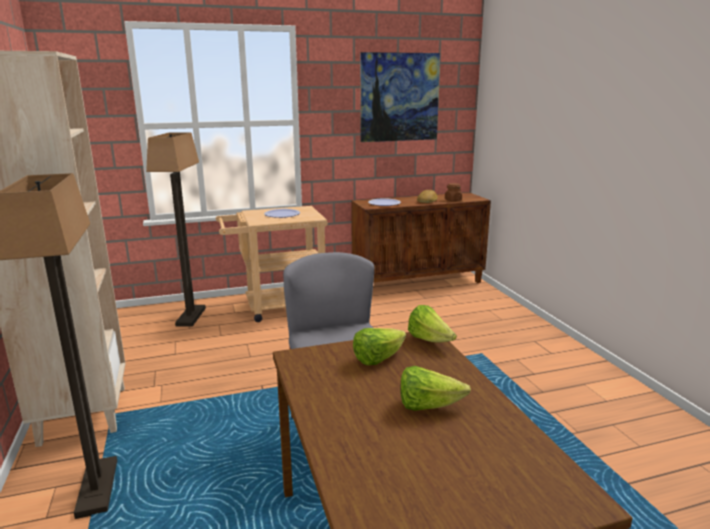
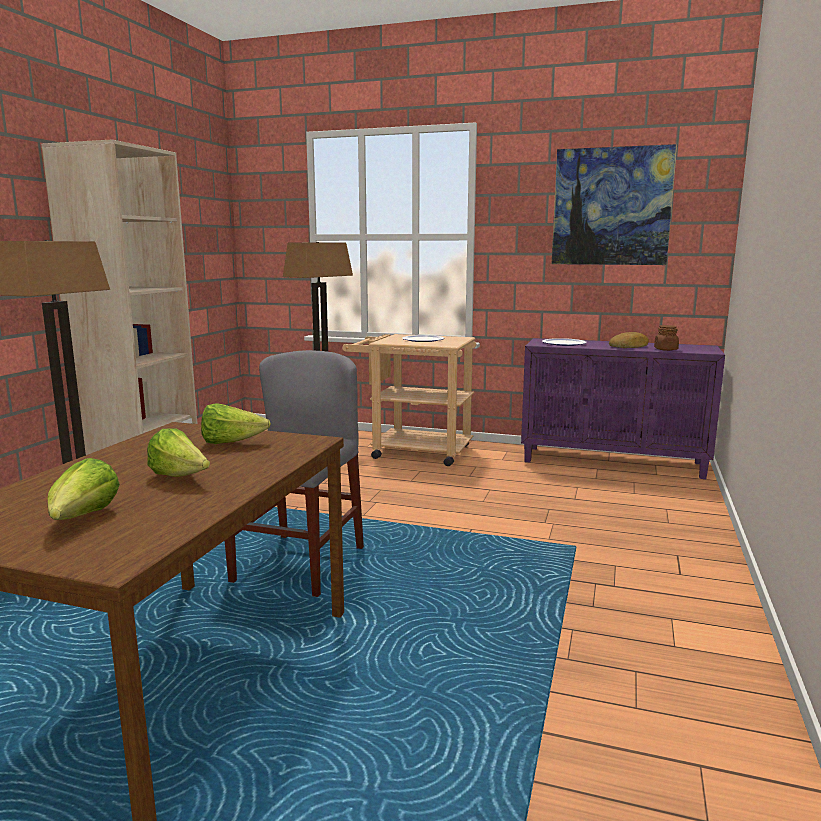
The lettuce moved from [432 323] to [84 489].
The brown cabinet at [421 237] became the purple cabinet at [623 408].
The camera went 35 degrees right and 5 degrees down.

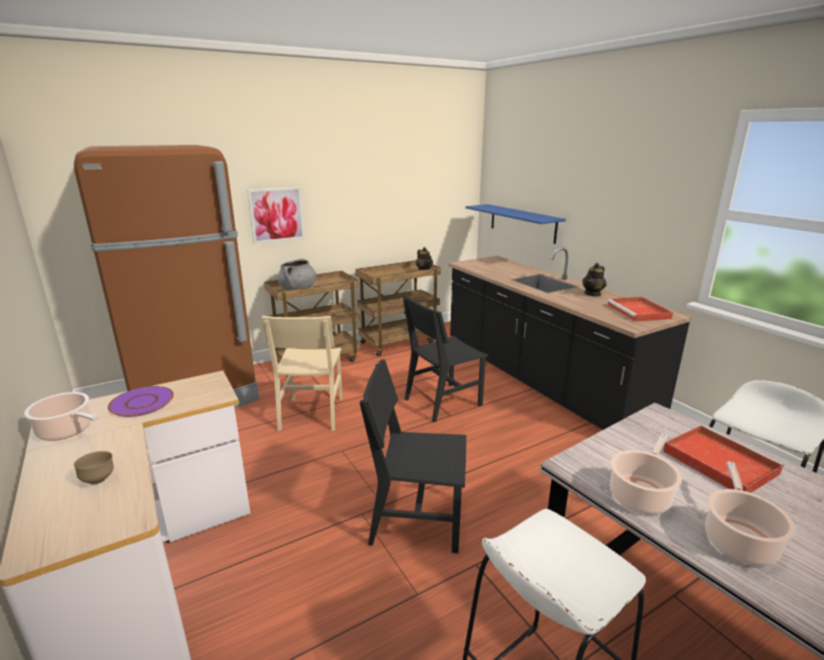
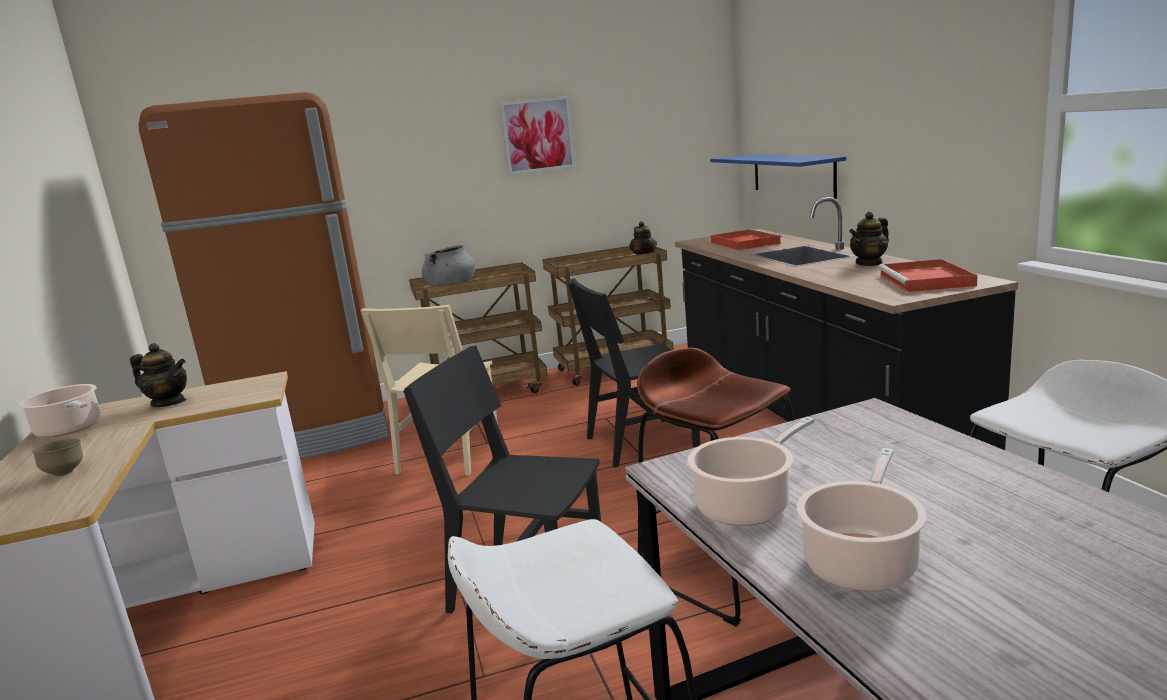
The brown stool at [716 487] appeared.
The picture moved from [276 215] to [538 135].
The red tray moved from [723 459] to [746 239].
The purple plate at [141 401] was replaced by the teapot at [158 375].
The camera went 15 degrees right and 5 degrees down.

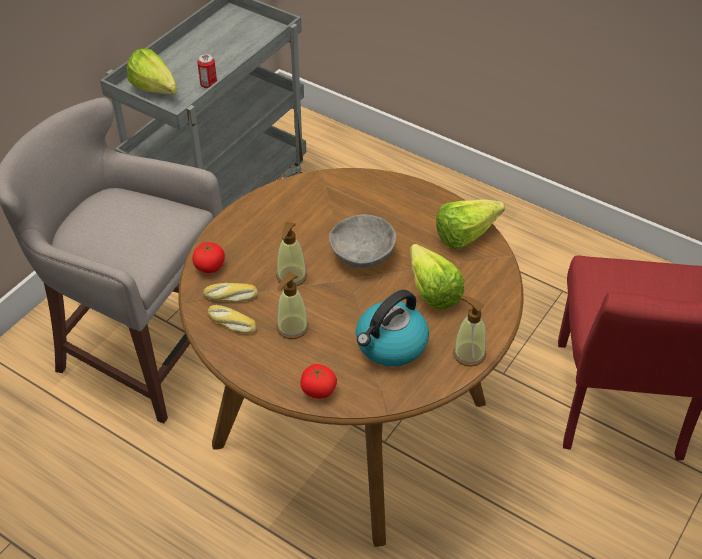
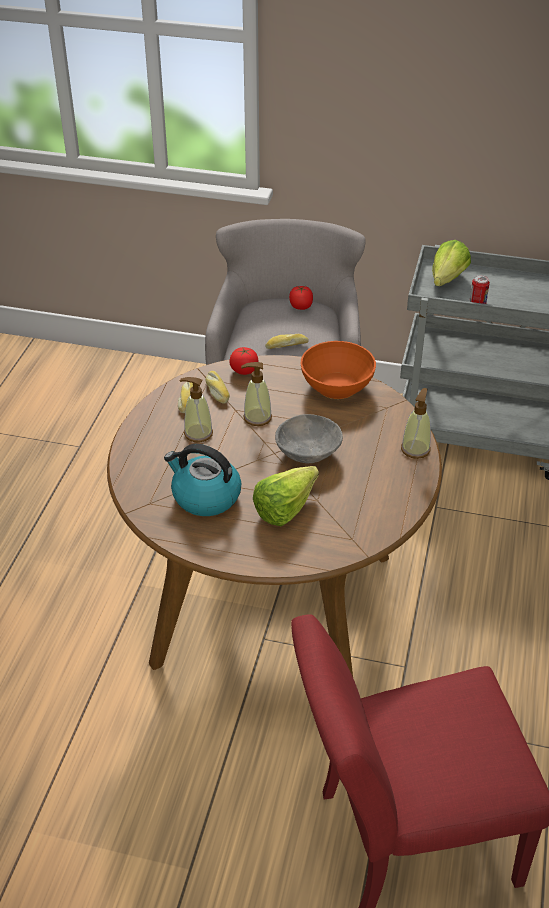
The lettuce at [470 224] disappeared.
The bread at [287 341] appeared.
The orange bowl at [338 370] appeared.
The tomato moved from [318 381] to [301 298].
The soap dispenser moved from [469 331] to [416 423].
The camera went 70 degrees right and 5 degrees down.

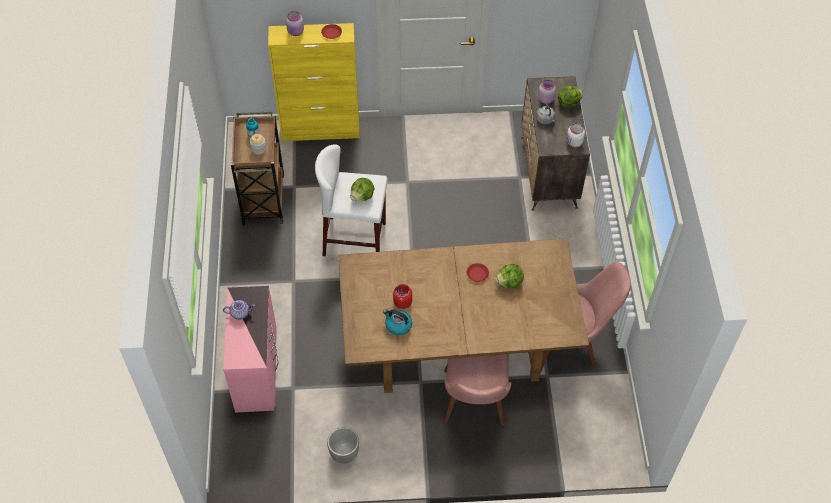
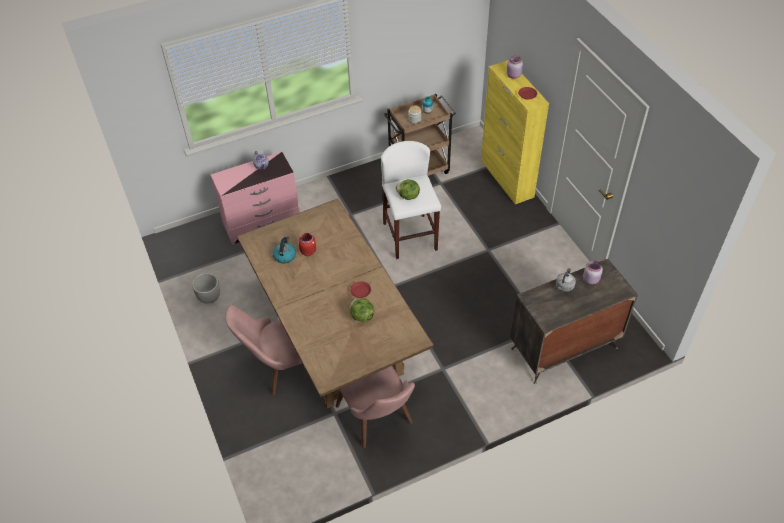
The lettuce at [571 97] disappeared.
The white jar at [575 135] disappeared.
The camera went 70 degrees right and 5 degrees down.

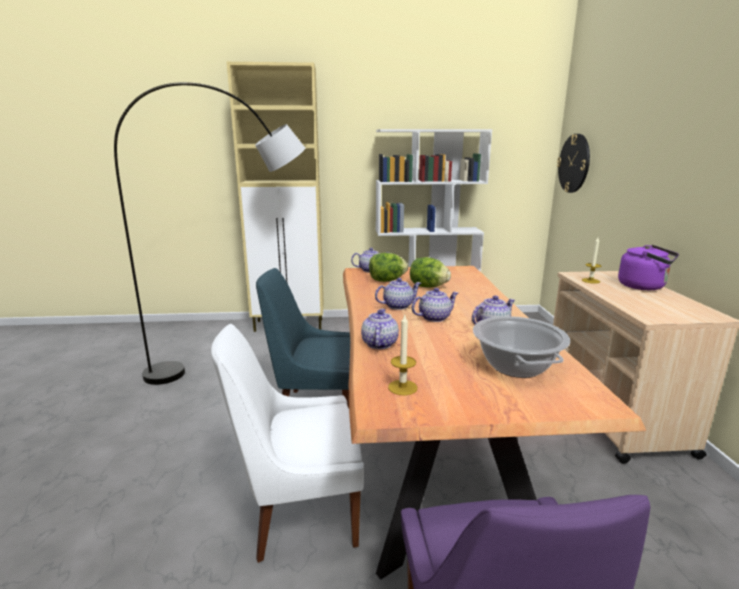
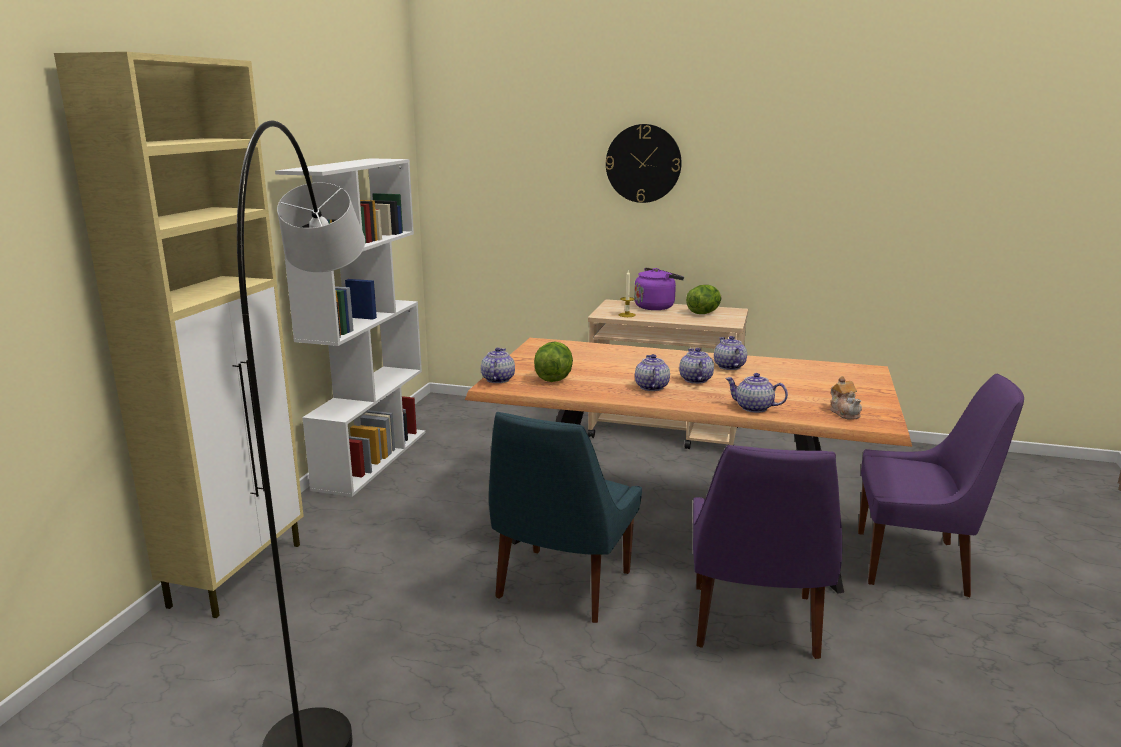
The cooking pot at [521 347] disappeared.
The lettuce moved from [430 272] to [703 299].
The wall clock moved from [573 163] to [644 163].
The candle at [402 355] was replaced by the teapot at [846 398].
The white chair at [287 443] became the purple chair at [767 552].
The camera went 70 degrees left and 0 degrees up.

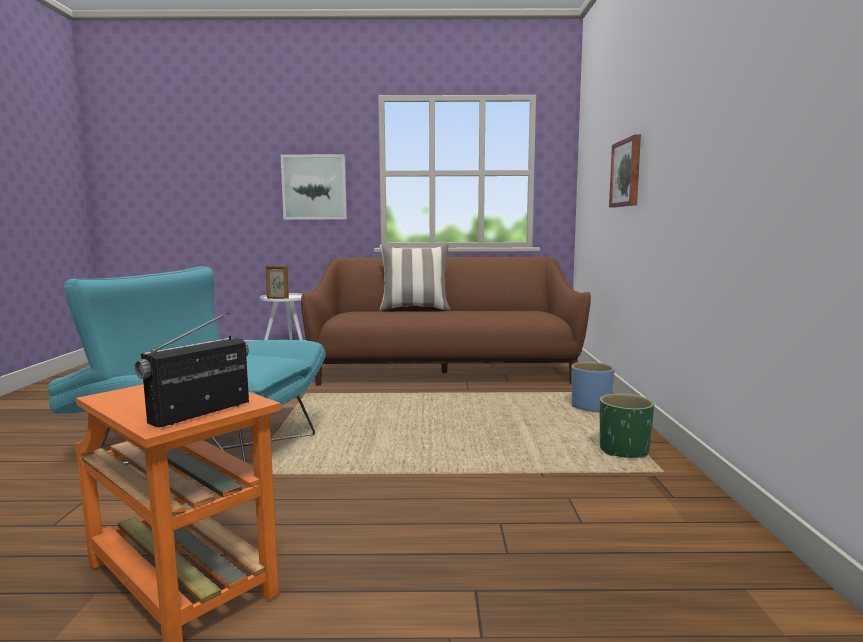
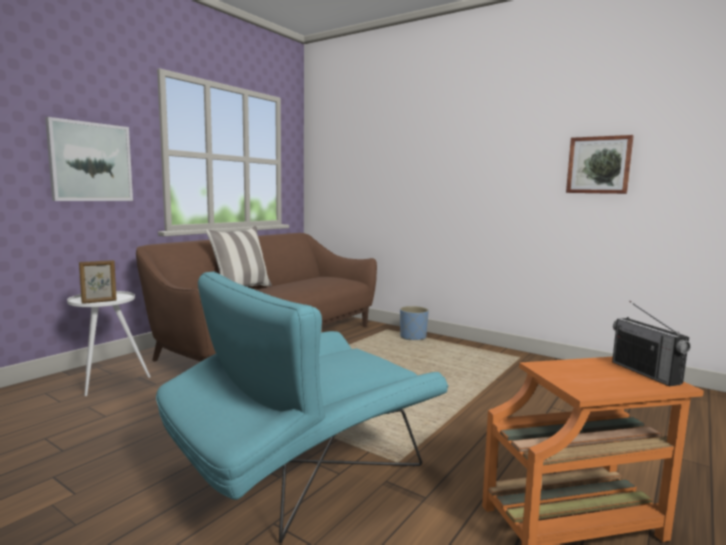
The green planter at [627 425] disappeared.
The picture moved from [625 171] to [600 164].
The camera went 55 degrees left and 0 degrees up.

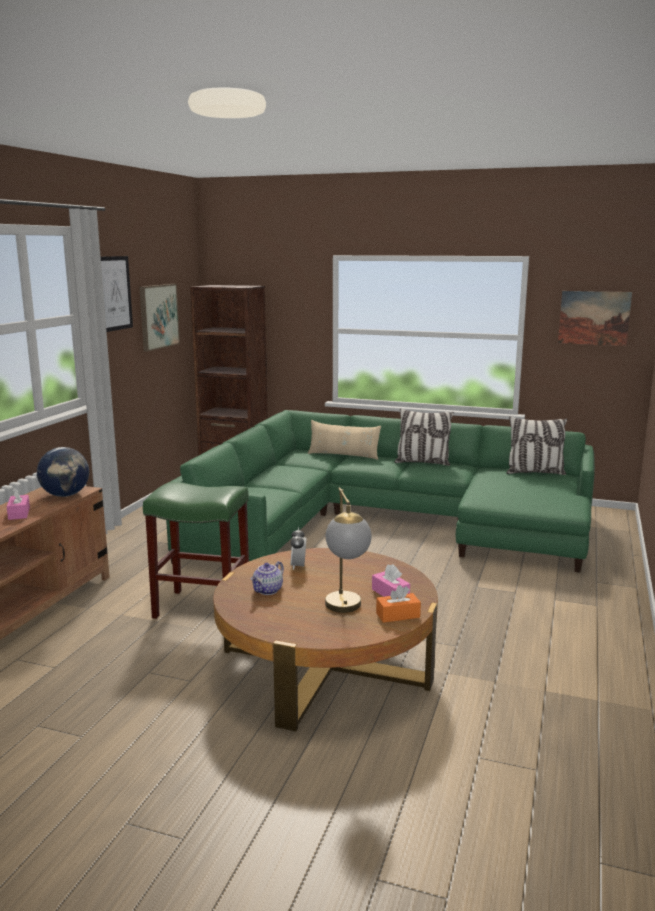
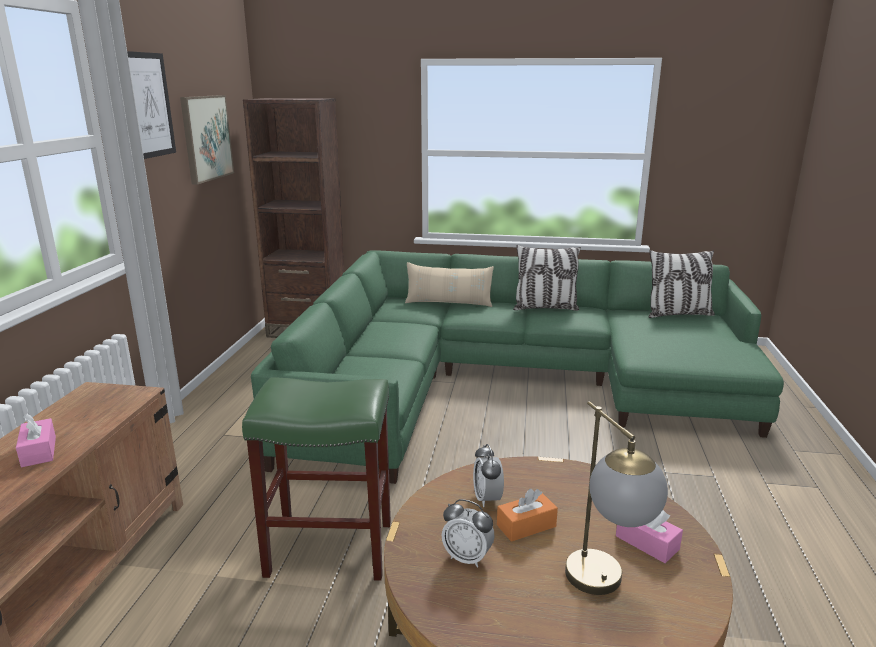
The globe at [63 472] disappeared.
The picture at [595 318] disappeared.
The orange tissue box moved from [398 604] to [527 515].
The teapot at [267 578] was replaced by the alarm clock at [468 533].
The camera went 10 degrees left and 5 degrees up.

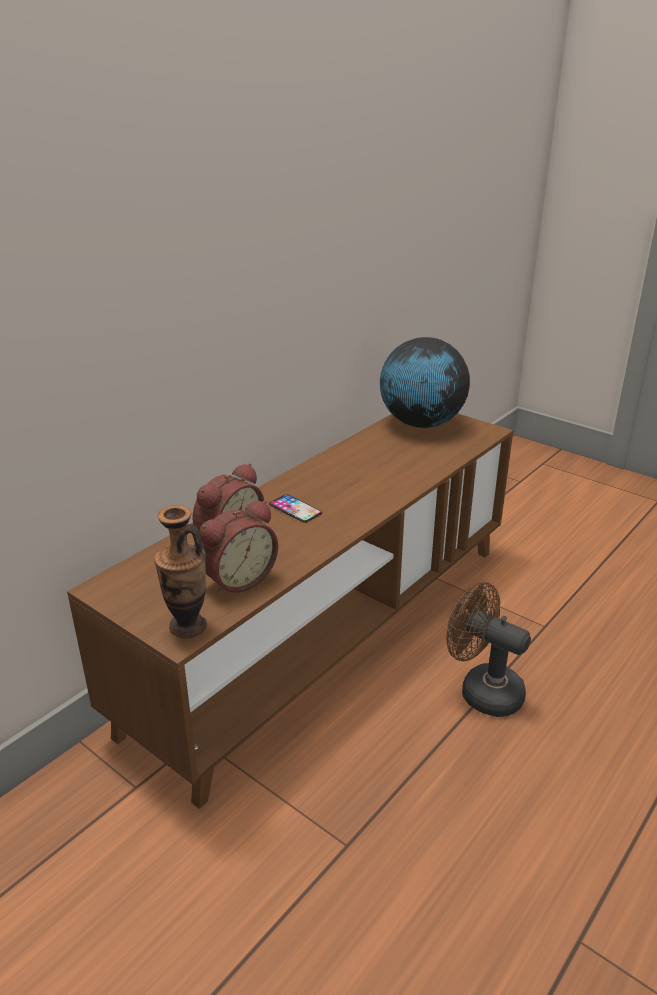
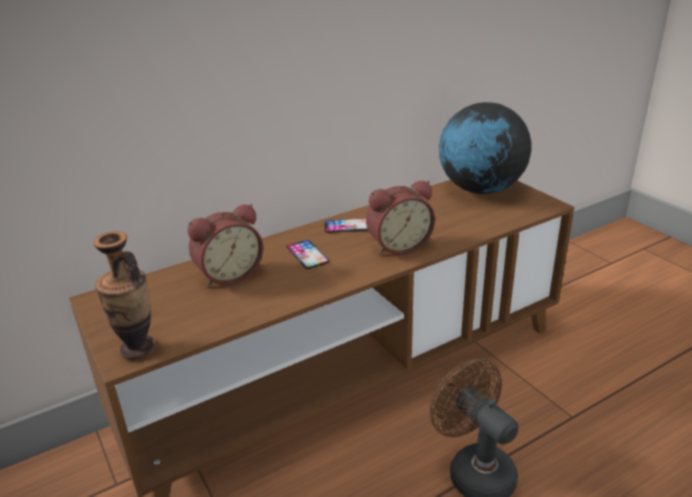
The phone at [346 225] appeared.
The alarm clock moved from [238 548] to [400 218].
The camera went 20 degrees right and 0 degrees up.

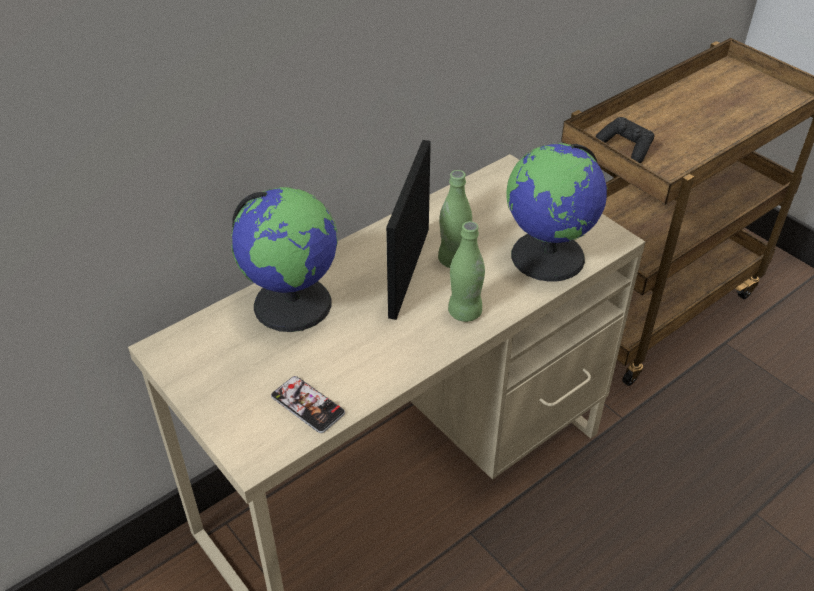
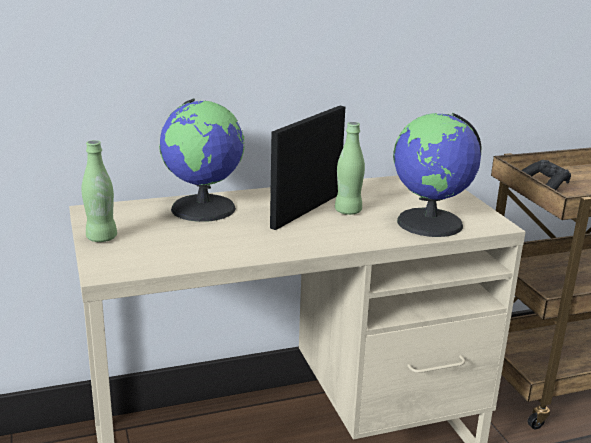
The phone at [308 404] disappeared.
The green bottle moved from [466 271] to [99 191].
The camera went 20 degrees right and 20 degrees down.

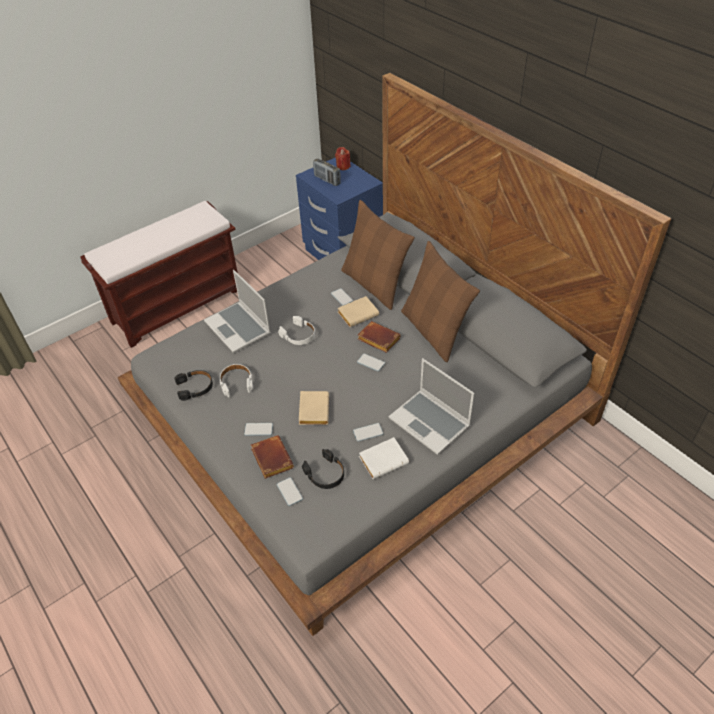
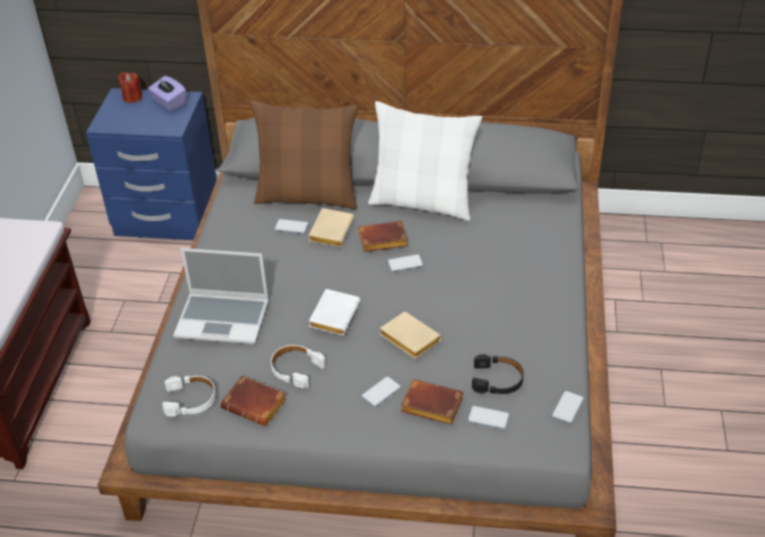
The radio at [327 172] disappeared.
The laptop at [431 406] disappeared.
The purple tissue box at [167 93] appeared.
The white headphones moved from [296 330] to [189 396].
The phone moved from [368 432] to [568 407].
The white book moved from [384 458] to [334 312].
The black headphones at [194 385] was replaced by the brown book at [253 401].
The brown pillow at [440 301] became the white pillow at [425 161].
The camera went 45 degrees left and 5 degrees down.

